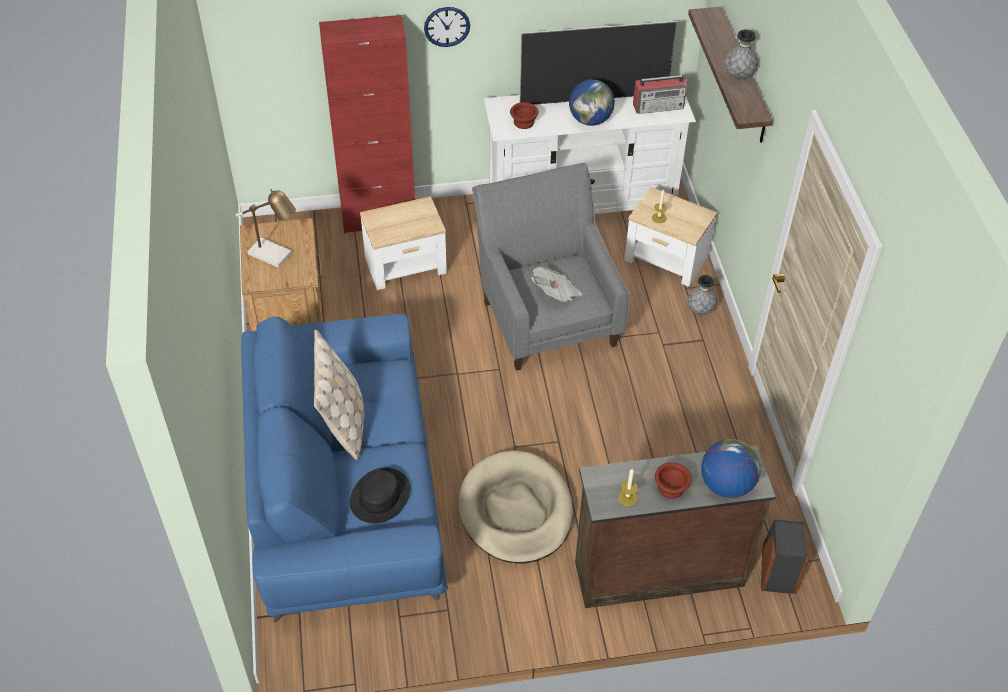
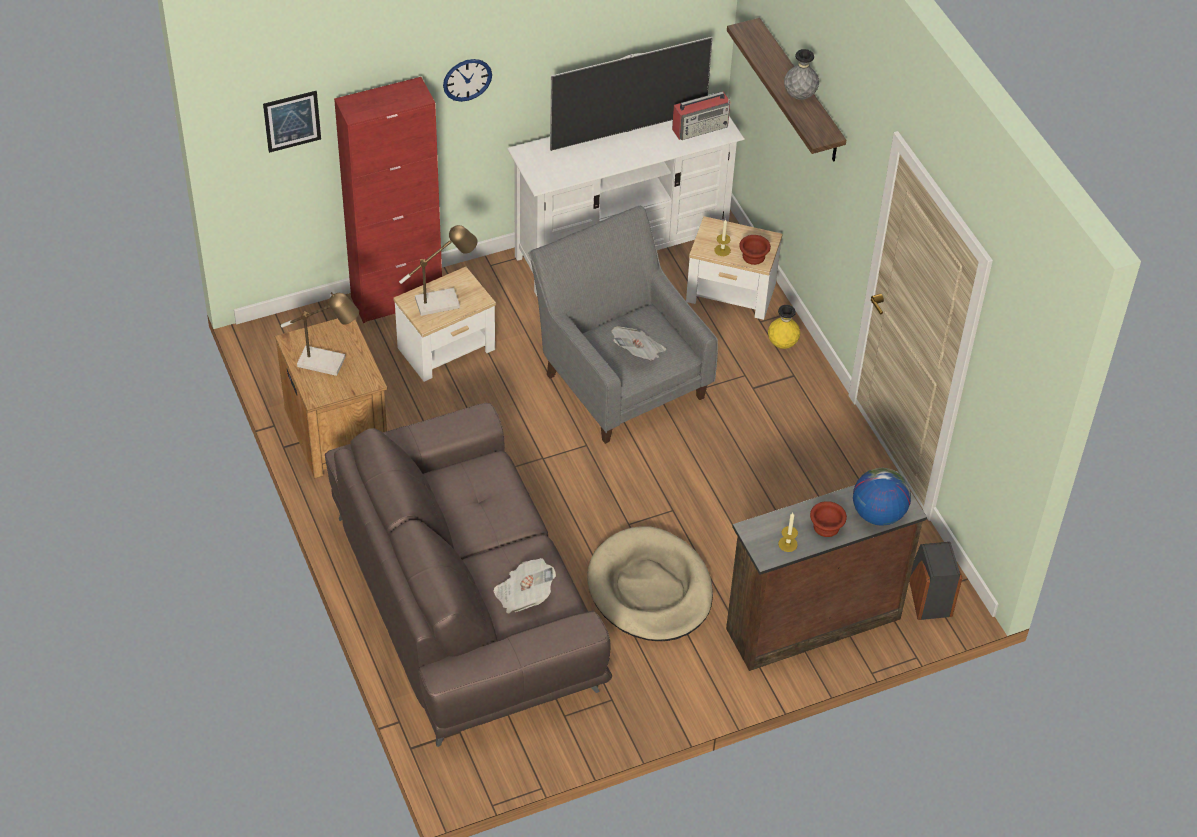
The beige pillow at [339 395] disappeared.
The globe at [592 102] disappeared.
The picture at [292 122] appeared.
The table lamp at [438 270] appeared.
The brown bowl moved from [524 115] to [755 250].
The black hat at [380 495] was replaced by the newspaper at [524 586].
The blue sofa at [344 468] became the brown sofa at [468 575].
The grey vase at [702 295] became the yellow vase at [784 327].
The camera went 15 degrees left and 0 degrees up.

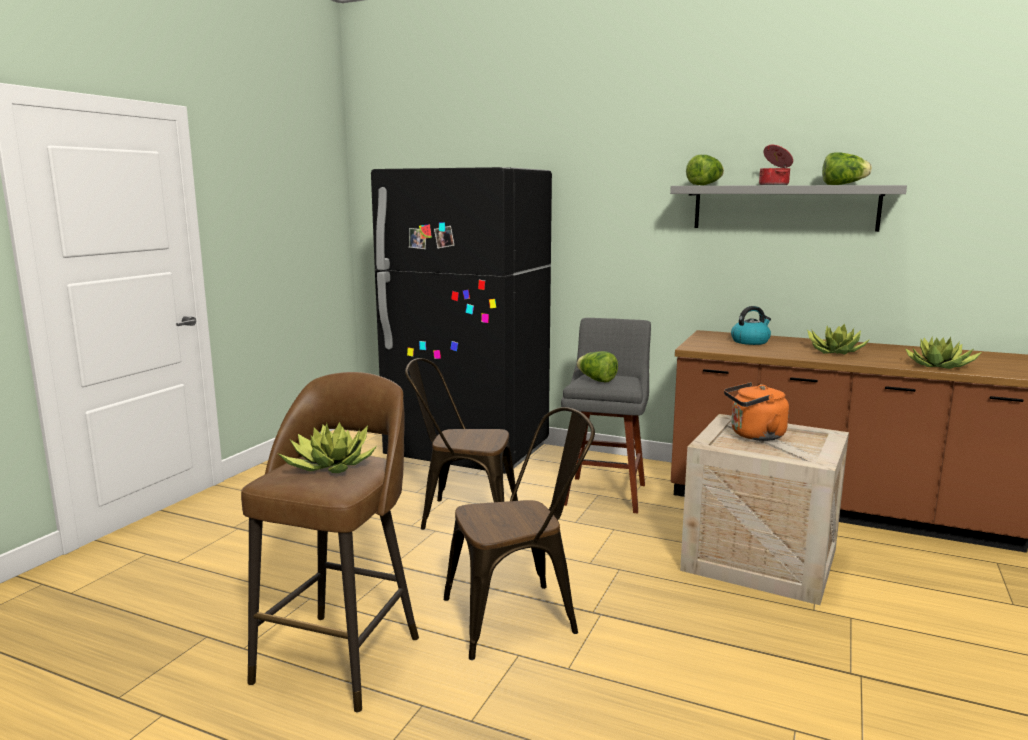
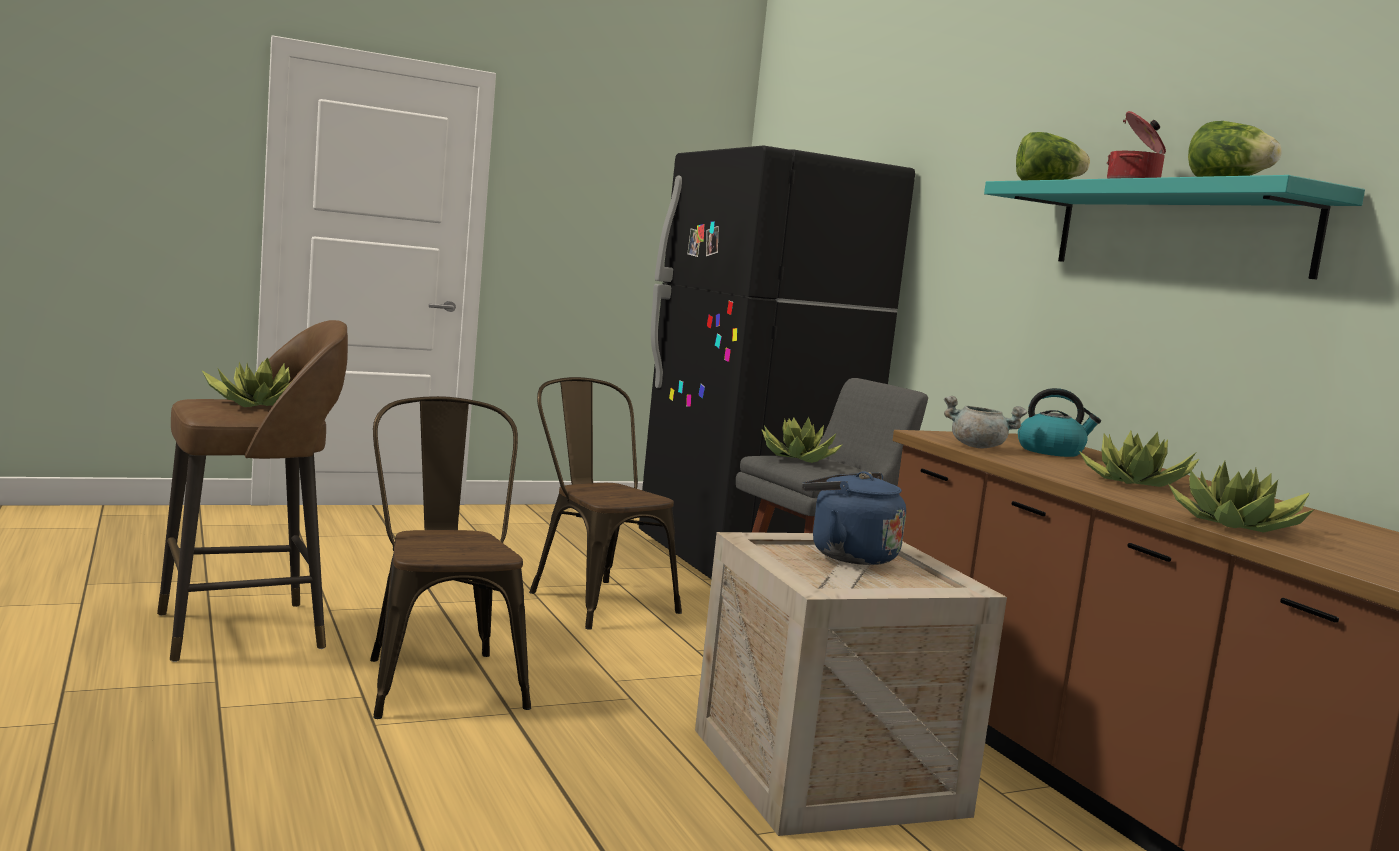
The grey cooking pot at [985 422] appeared.
The lettuce at [597 367] was replaced by the potted plant at [802 440].
The grey shelf at [788 208] became the turquoise shelf at [1174 227].
The orange kettle at [756 411] became the blue kettle at [854 518].
The brown chair at [519 533] turned 135 degrees counterclockwise.
The camera went 40 degrees right and 5 degrees down.

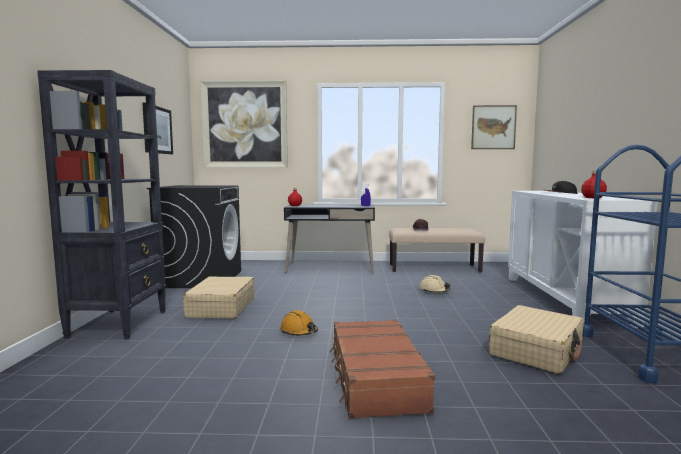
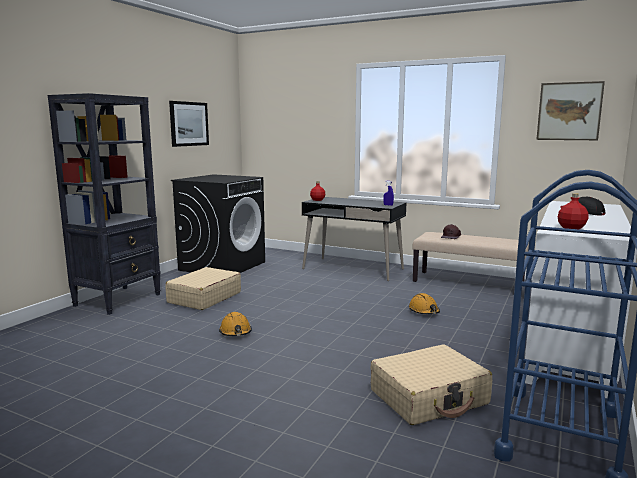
The picture at [244 124] disappeared.
The brown suitcase at [382 369] disappeared.
The beige hard hat at [434 283] became the orange hard hat at [424 303].
The camera went 25 degrees right and 5 degrees up.

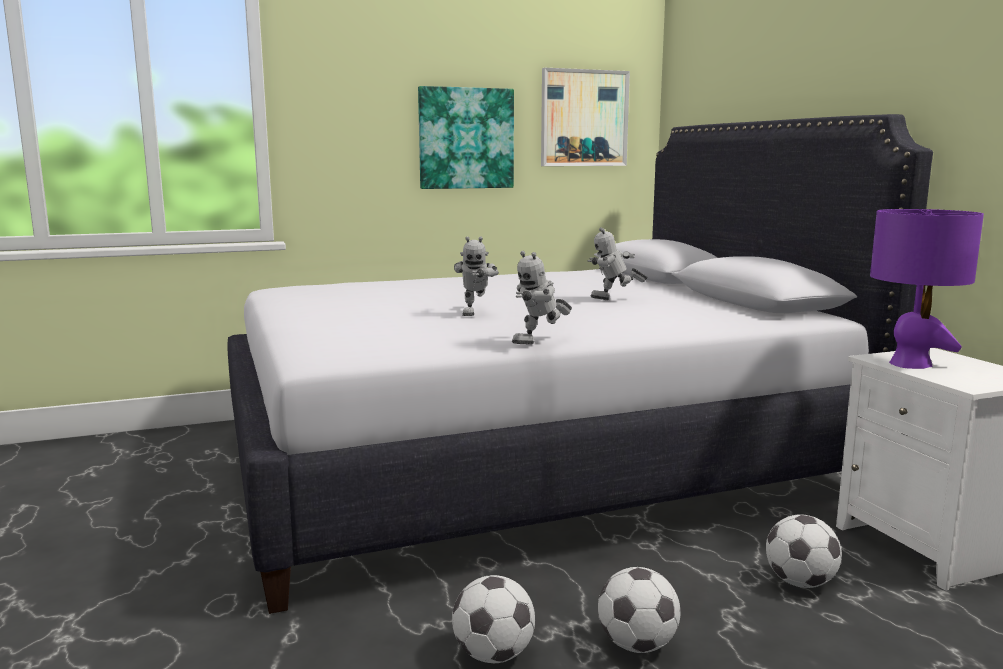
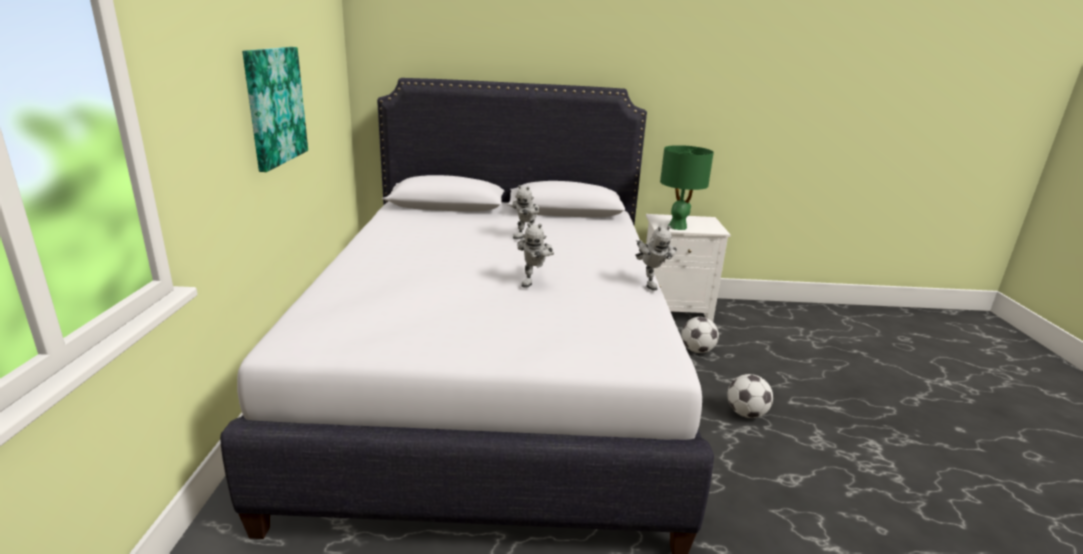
The football at [493 619] disappeared.
The picture at [585 117] disappeared.
The purple table lamp at [927 289] became the green table lamp at [687 187].
The toy robot at [476 276] turned 75 degrees clockwise.
The camera went 70 degrees left and 10 degrees up.

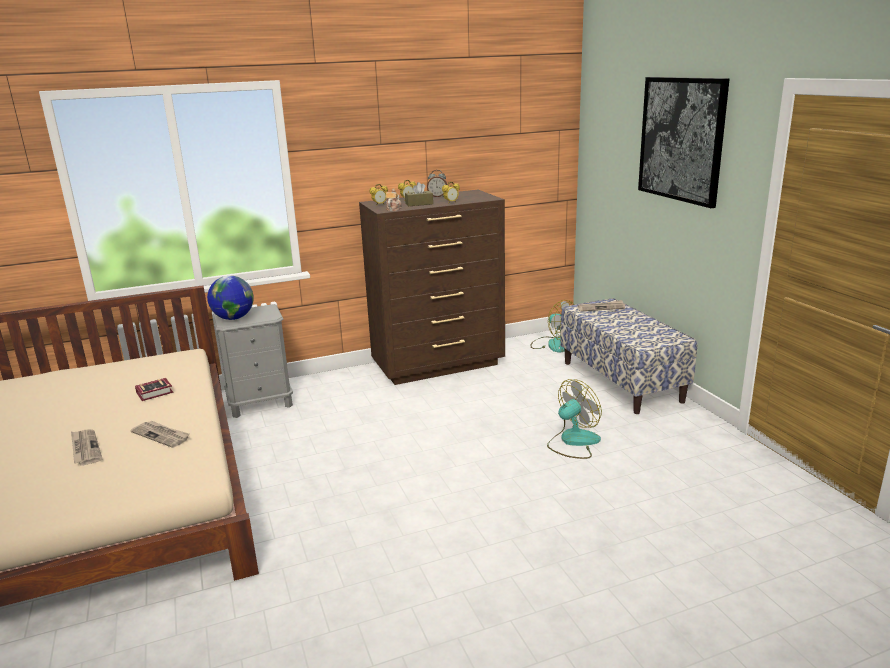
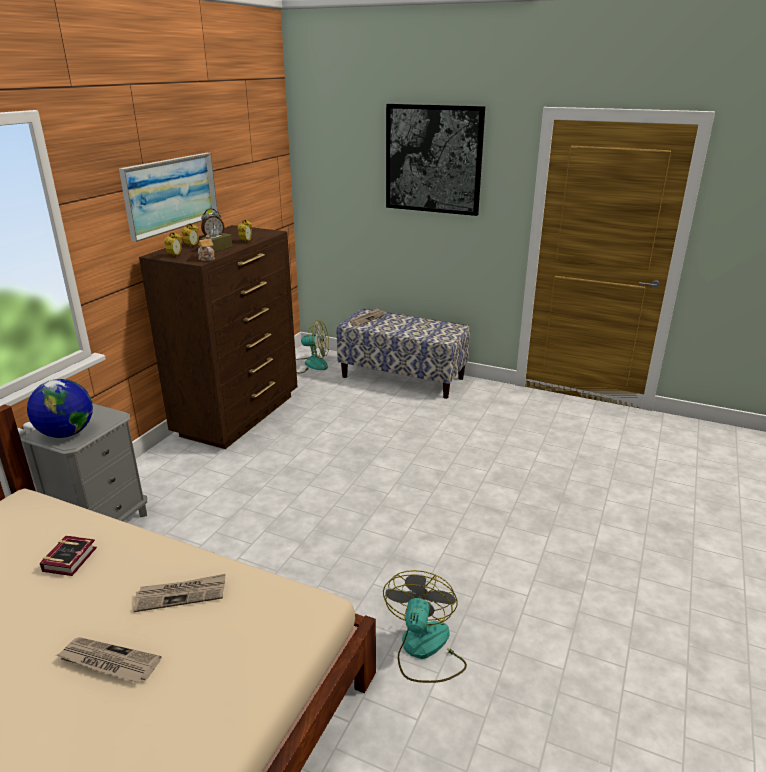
The picture at [168 197] appeared.
The fan moved from [574 419] to [425 626].
The camera went 45 degrees left and 5 degrees up.

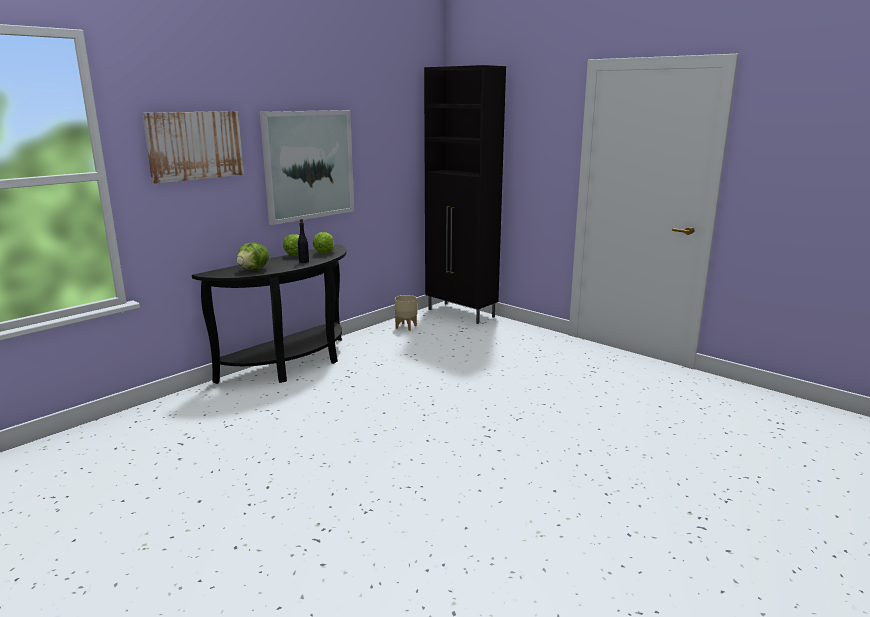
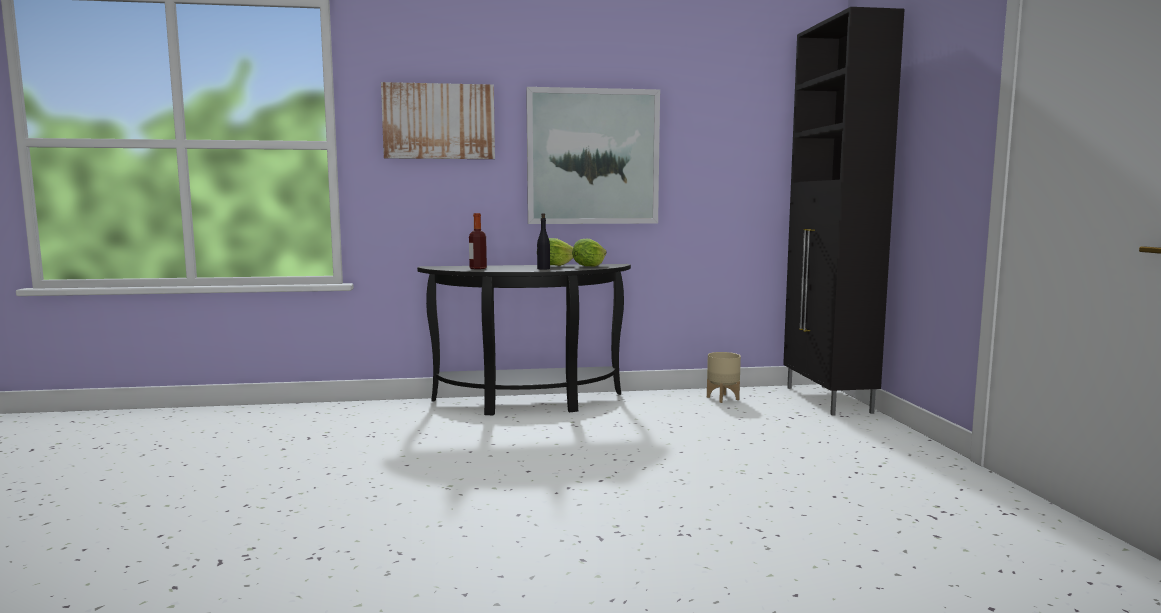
The lettuce at [253 256] was replaced by the bottle at [478 241].
The camera went 40 degrees right and 10 degrees down.

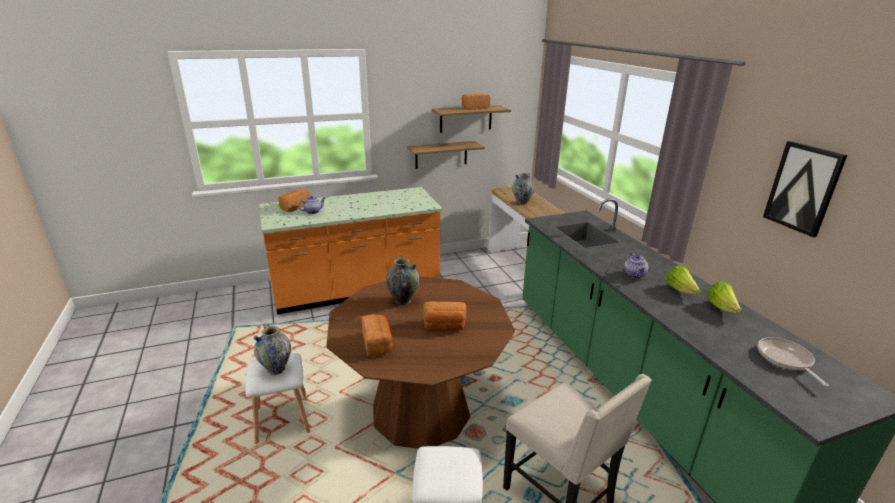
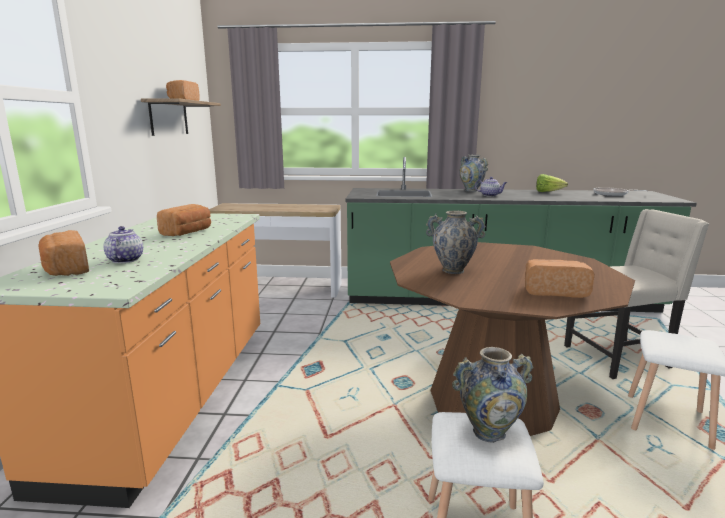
The shelf at [446 155] disappeared.
The lettuce at [683 279] disappeared.
The picture at [805 189] disappeared.
The bread moved from [444 316] to [184 220].
The vase moved from [523 189] to [474 173].
The camera went 65 degrees left and 10 degrees down.

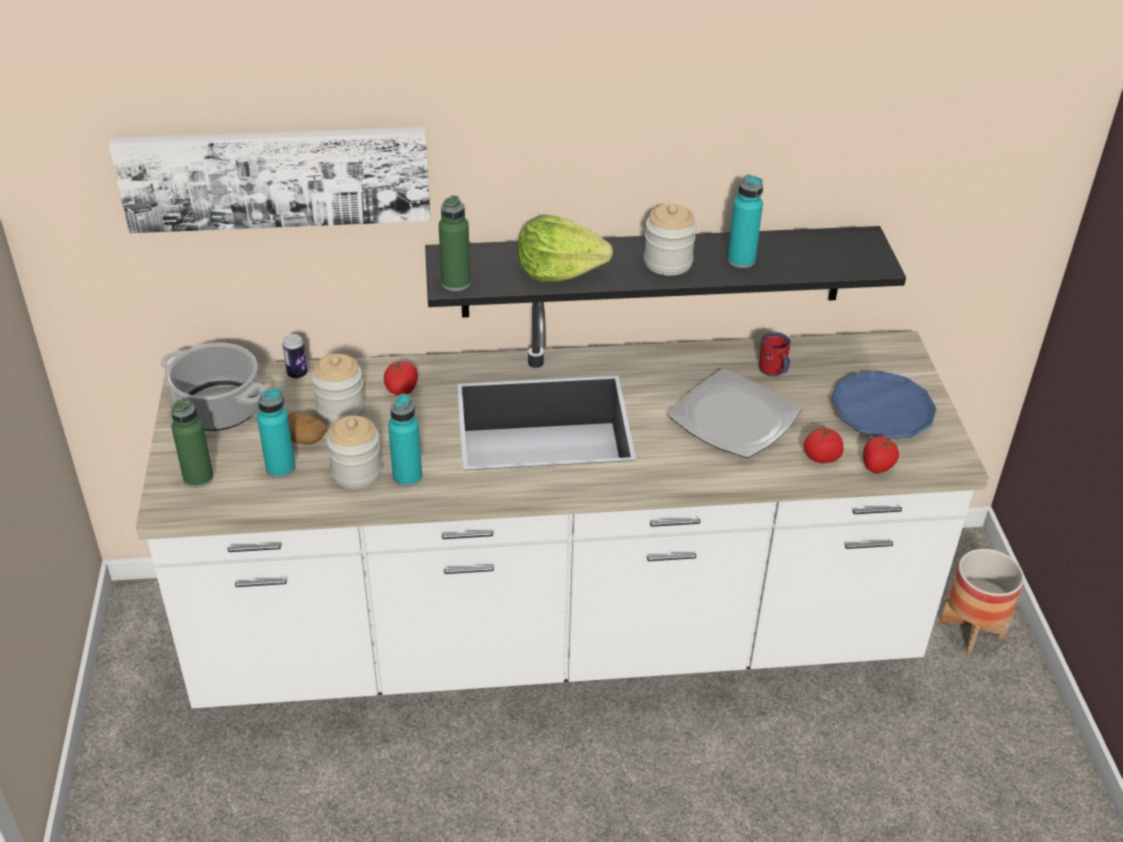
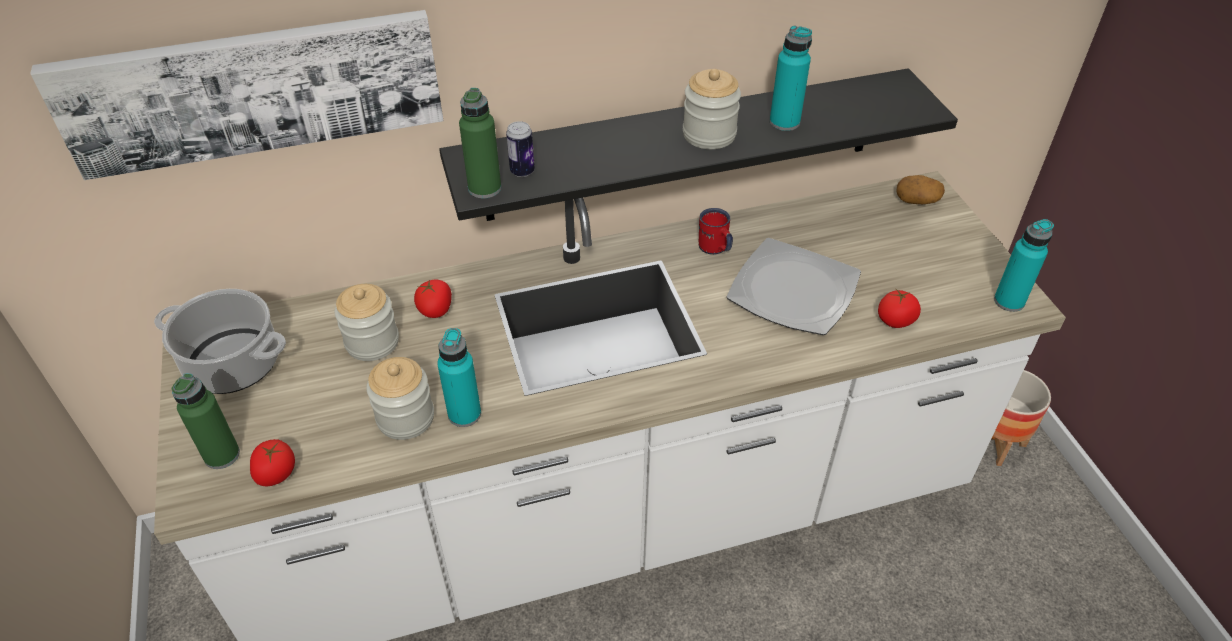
The lettuce at [565 248] disappeared.
The blue plate at [884 405] disappeared.
The turquoise bottle moved from [276 433] to [1024 265].
The can moved from [295 356] to [520 149].
The potato moved from [307 428] to [920 189].
The red mug moved from [775 354] to [716 231].
The tomato moved from [881 454] to [272 462].
The camera went 10 degrees left and 5 degrees up.

